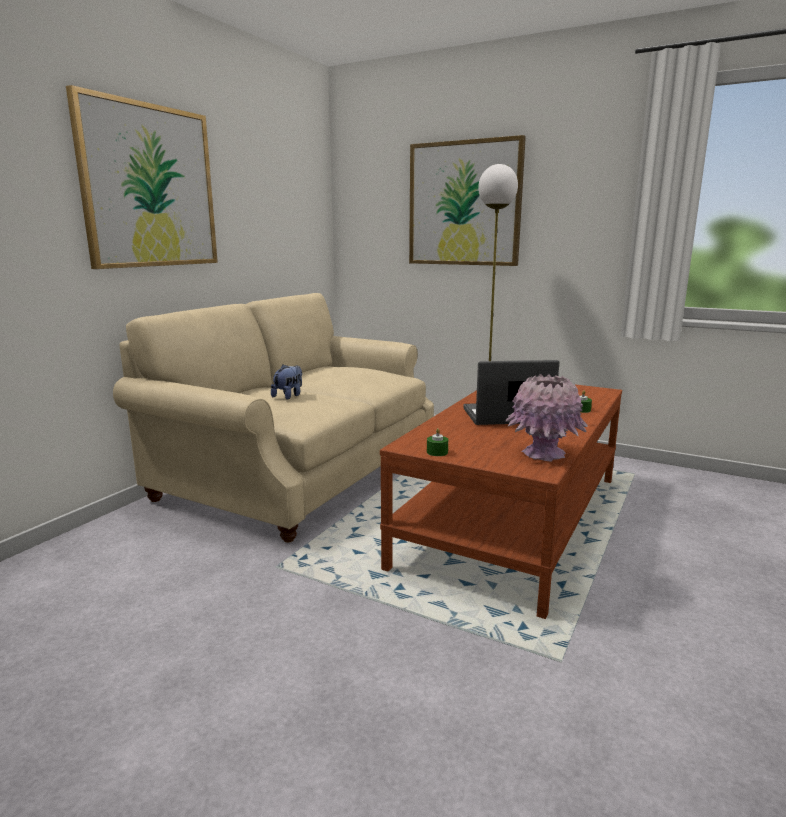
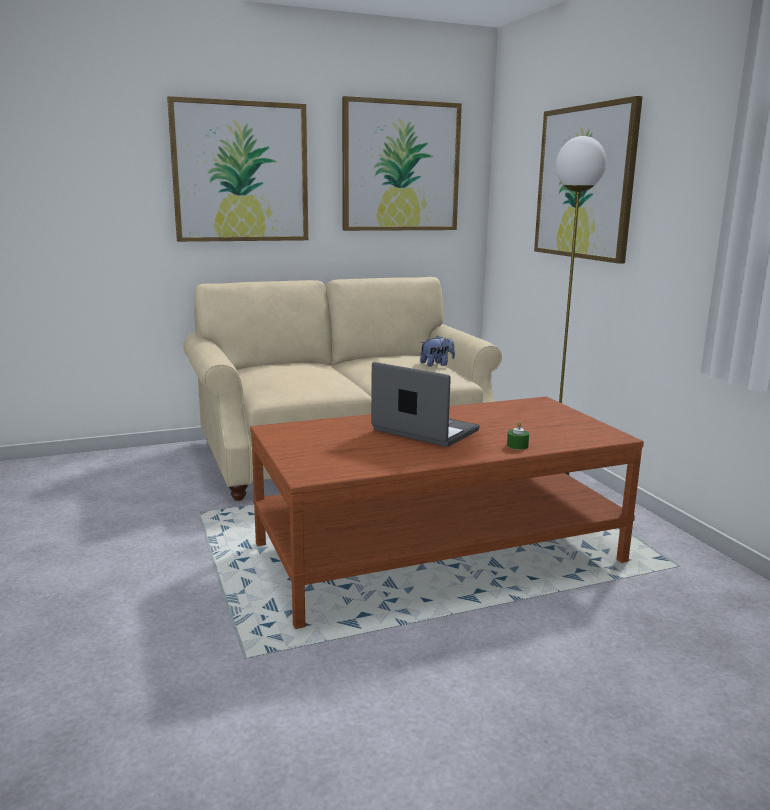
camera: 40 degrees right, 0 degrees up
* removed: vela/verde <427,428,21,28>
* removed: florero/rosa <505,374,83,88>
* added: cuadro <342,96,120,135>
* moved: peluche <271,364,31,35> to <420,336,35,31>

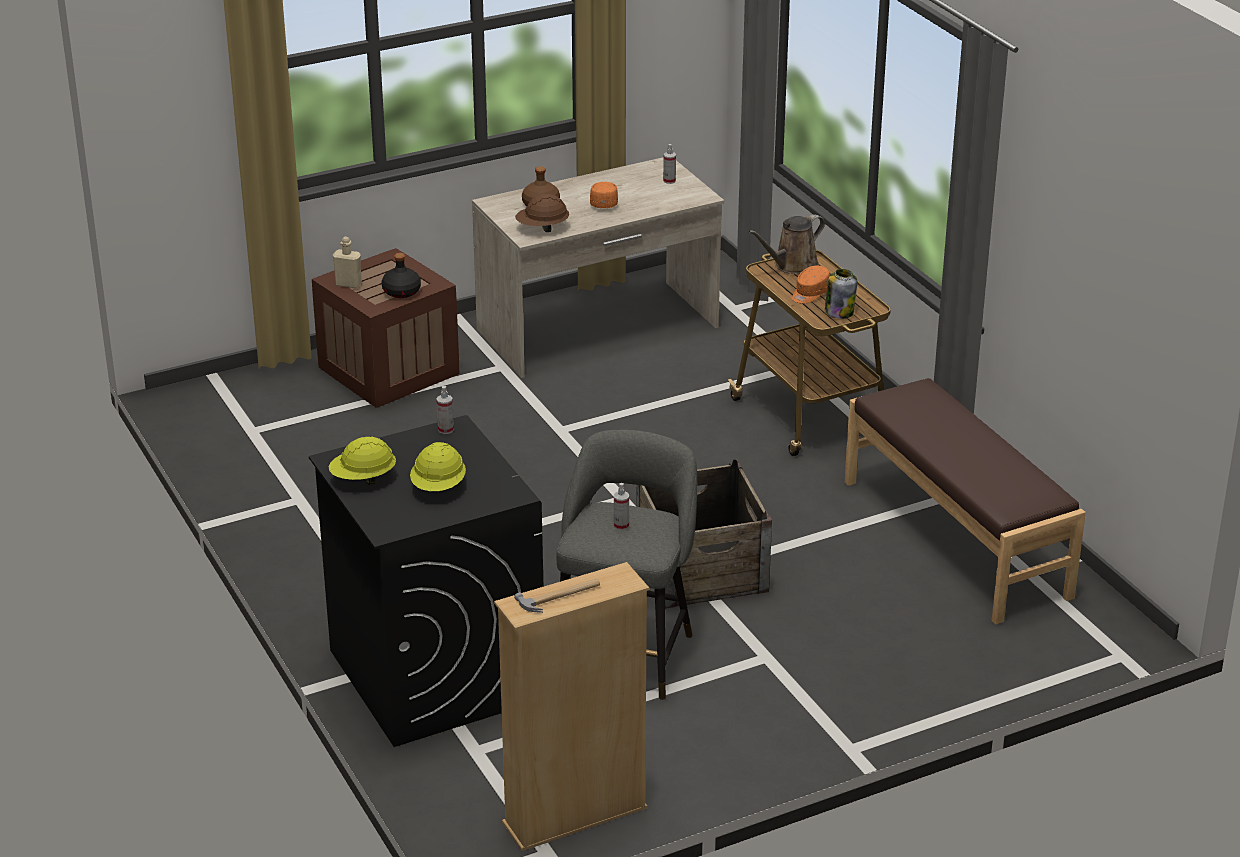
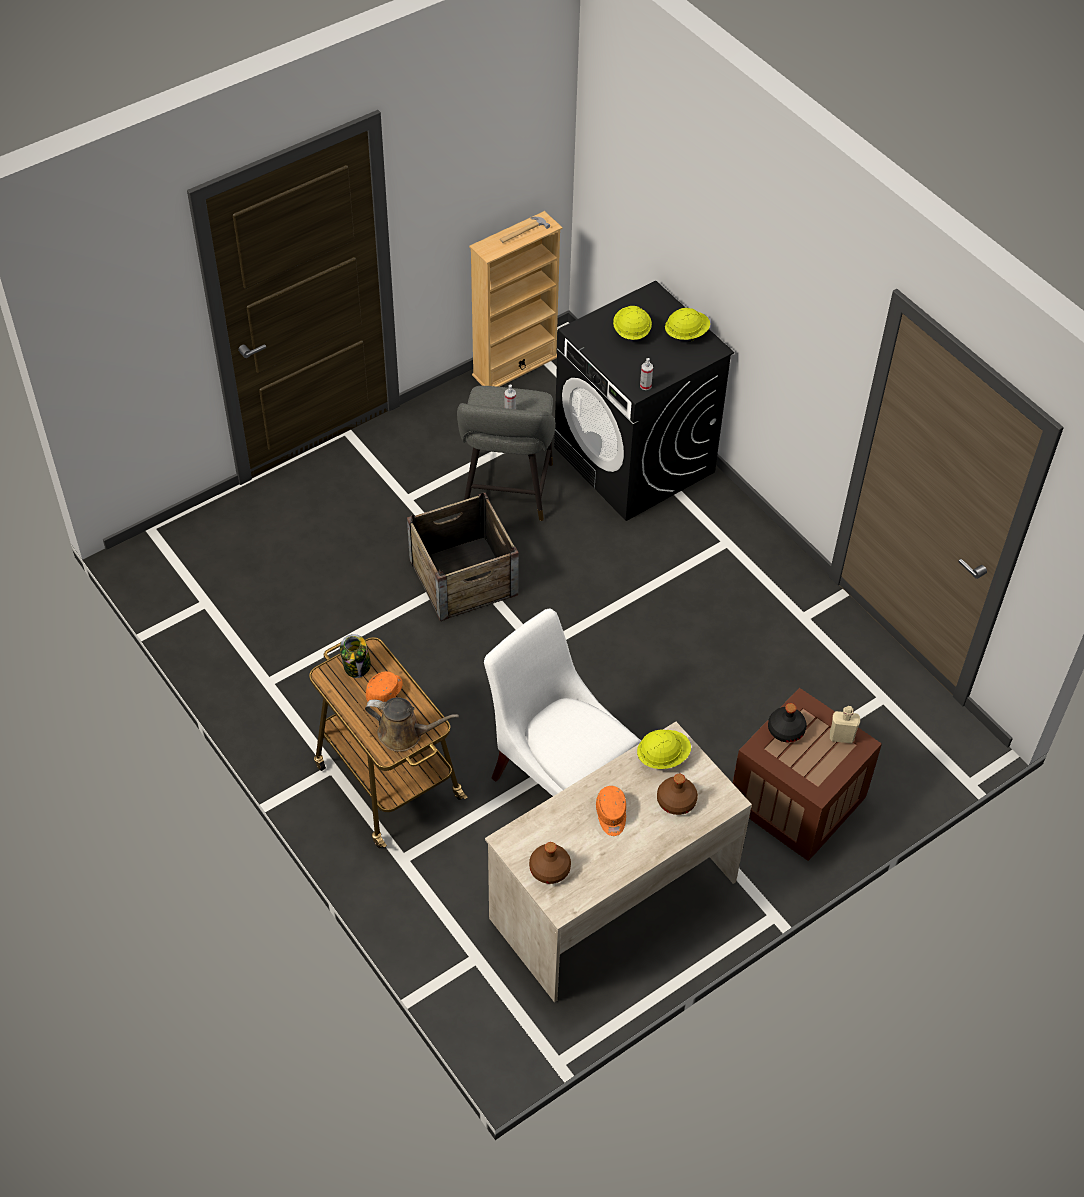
camera: 170 degrees right, 20 degrees up
* removed: banco/marrón <845,378,241,247>
* added: silla/blanco <484,608,157,188>
* replaced: pulverizador <663,144,13,40> to botella/marrón <529,842,42,42>
* recoloured: casco/marrón <515,194,54,38> to casco/amarillo <637,730,54,39>
* turned: regadera/marrón <748,214,77,60> = <365,697,94,55> 60 degrees clockwise

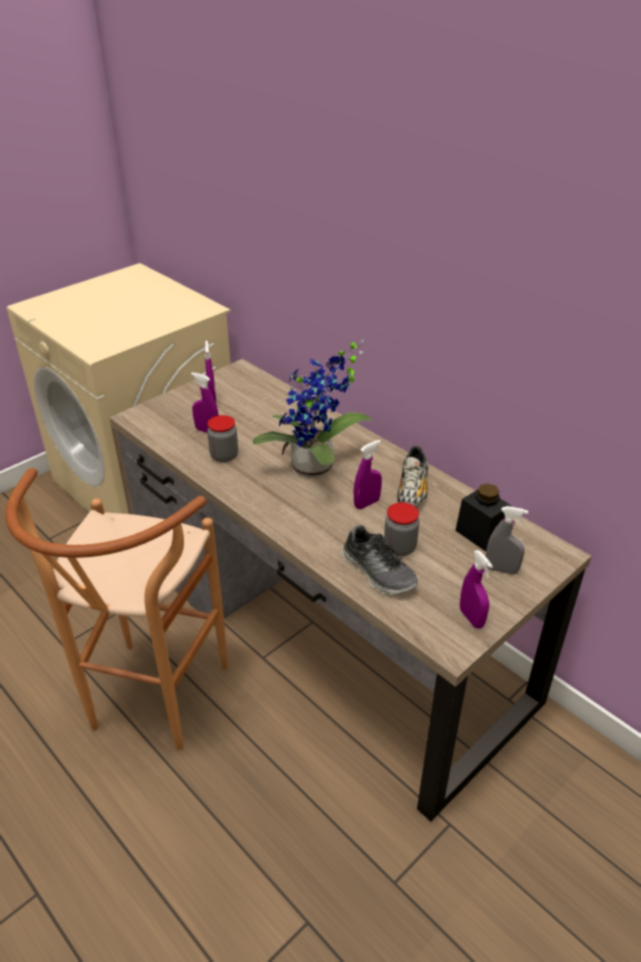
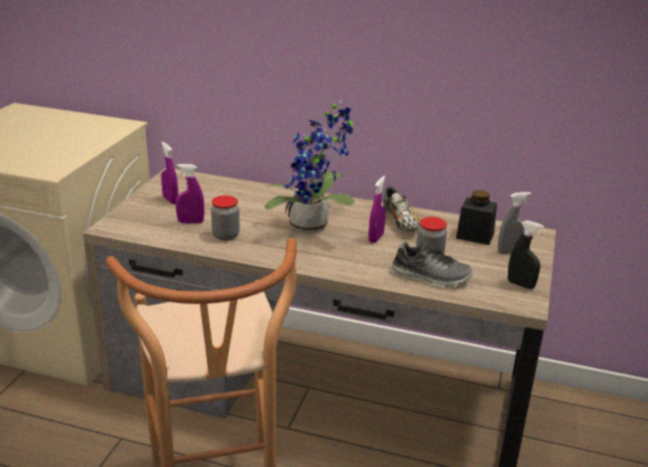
camera: 30 degrees left, 10 degrees down
* recoloured: pulverizador/morado <460,550,33,79> to pulverizador/negro <508,220,36,69>

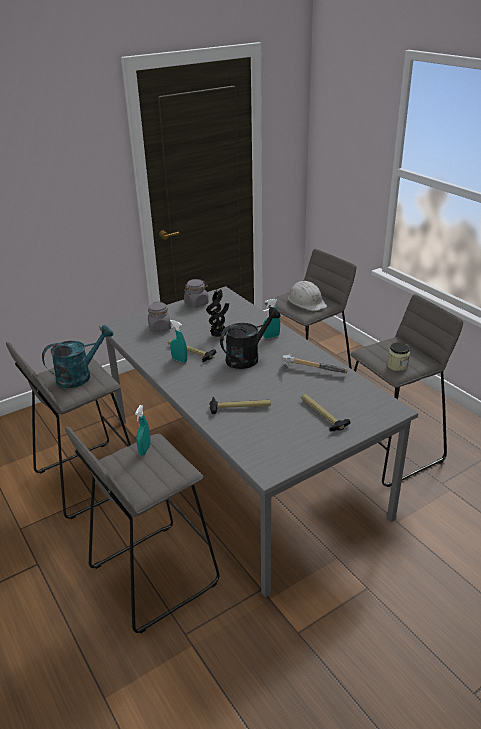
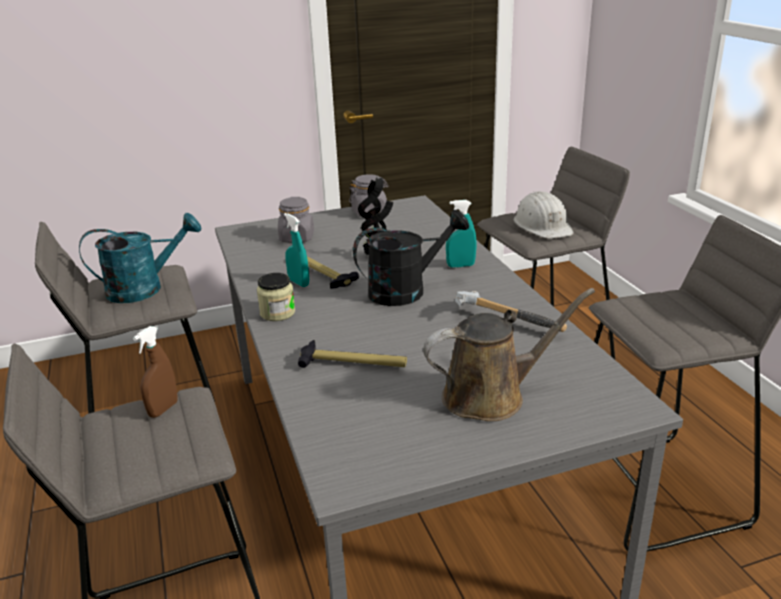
camera: 15 degrees right, 5 degrees down
* moved: tarro <387,343,23,28> to <257,273,38,48>
* replaced: martillo <301,394,50,38> to regadera/marrón <423,288,172,133>
* recoloured: pulverizador/turquesa <135,405,16,50> to pulverizador/marrón <133,326,44,92>

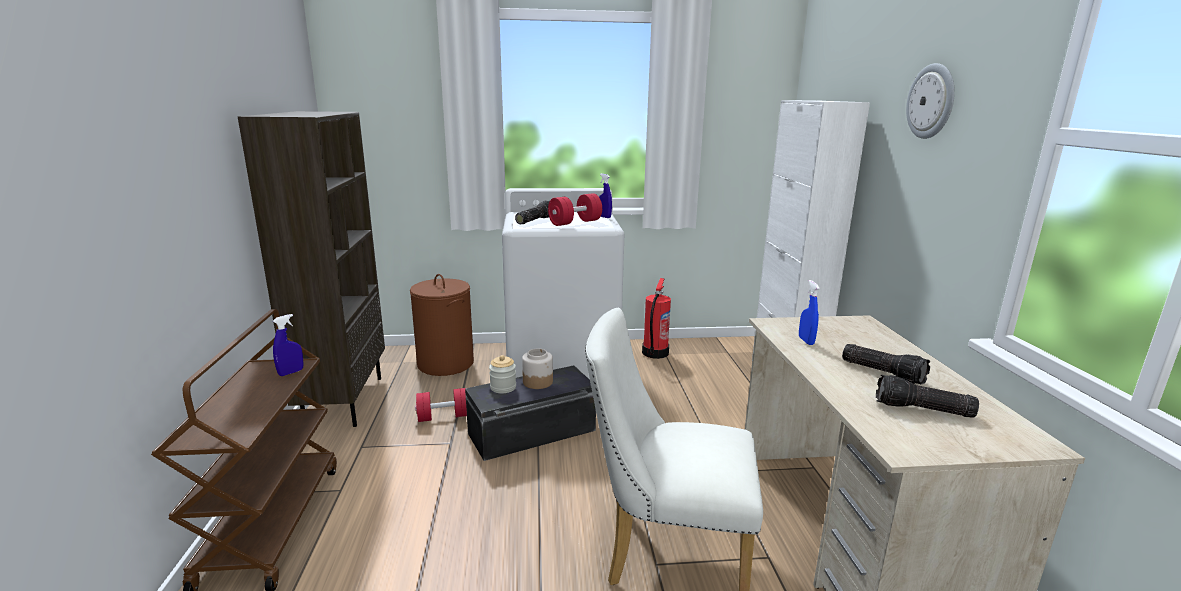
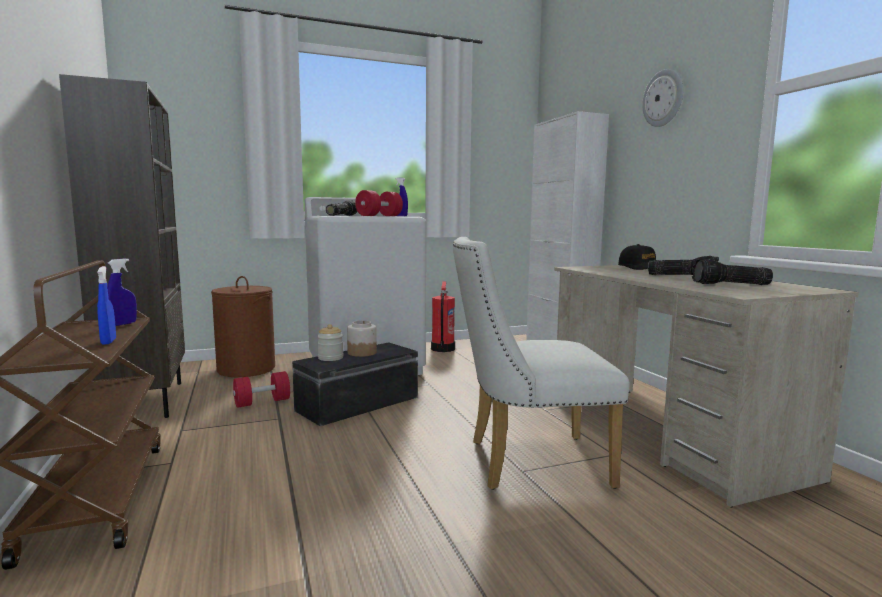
camera: 15 degrees left, 10 degrees down
* added: gorra/negro <618,244,38,26>
* moved: pulverizador/azul <799,280,21,65> to <97,266,19,79>

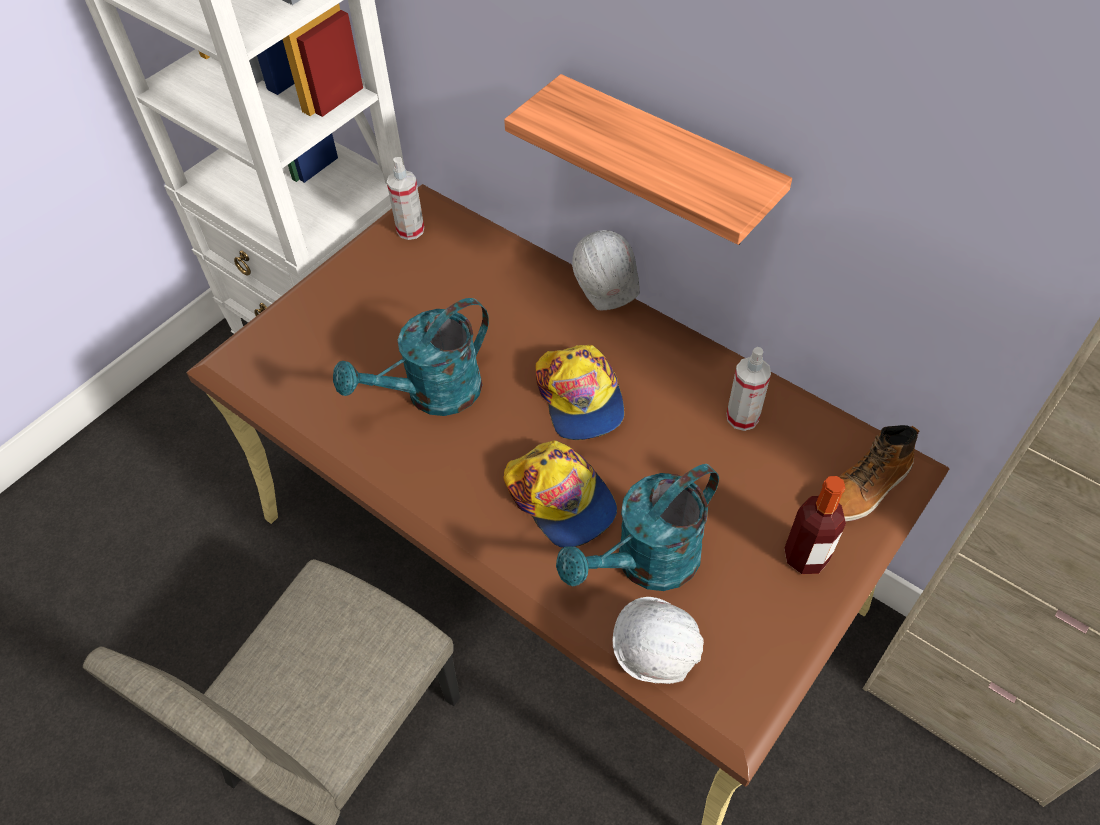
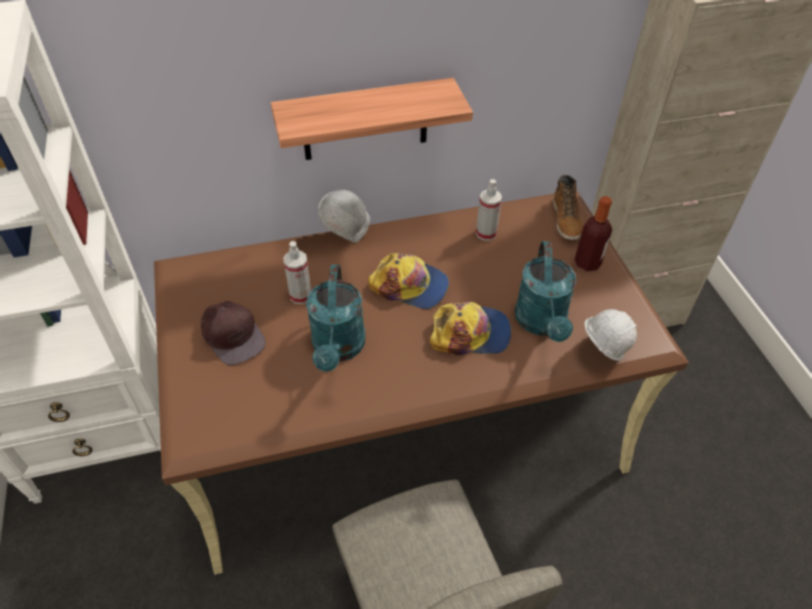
camera: 55 degrees left, 5 degrees down
* added: gorra/marrón <201,301,65,64>
* moved: pulverizador <387,157,37,83> to <283,241,28,63>

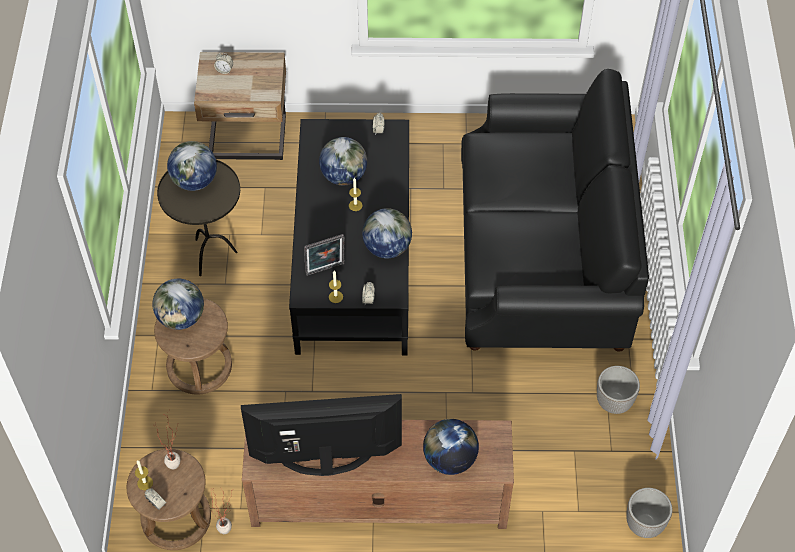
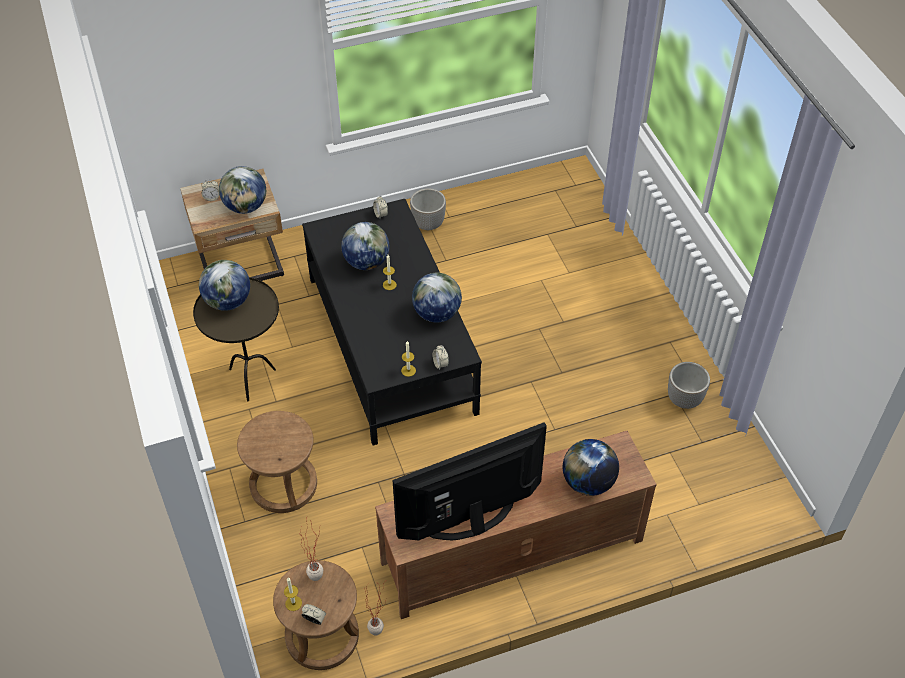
camera: 20 degrees left, 5 degrees down
* removed: portarretratos <304,234,40,42>
* removed: sofá/negro <461,69,188,283>
* moved: globo terráqueo <152,279,52,51> to <219,166,47,48>
* moved: maceta <626,488,46,50> to <410,188,36,42>

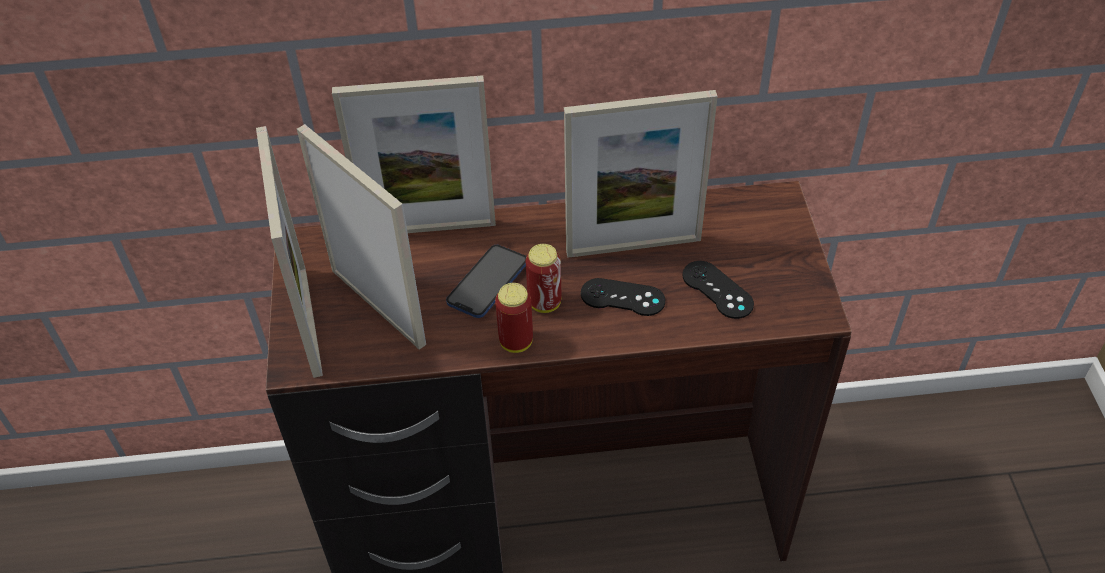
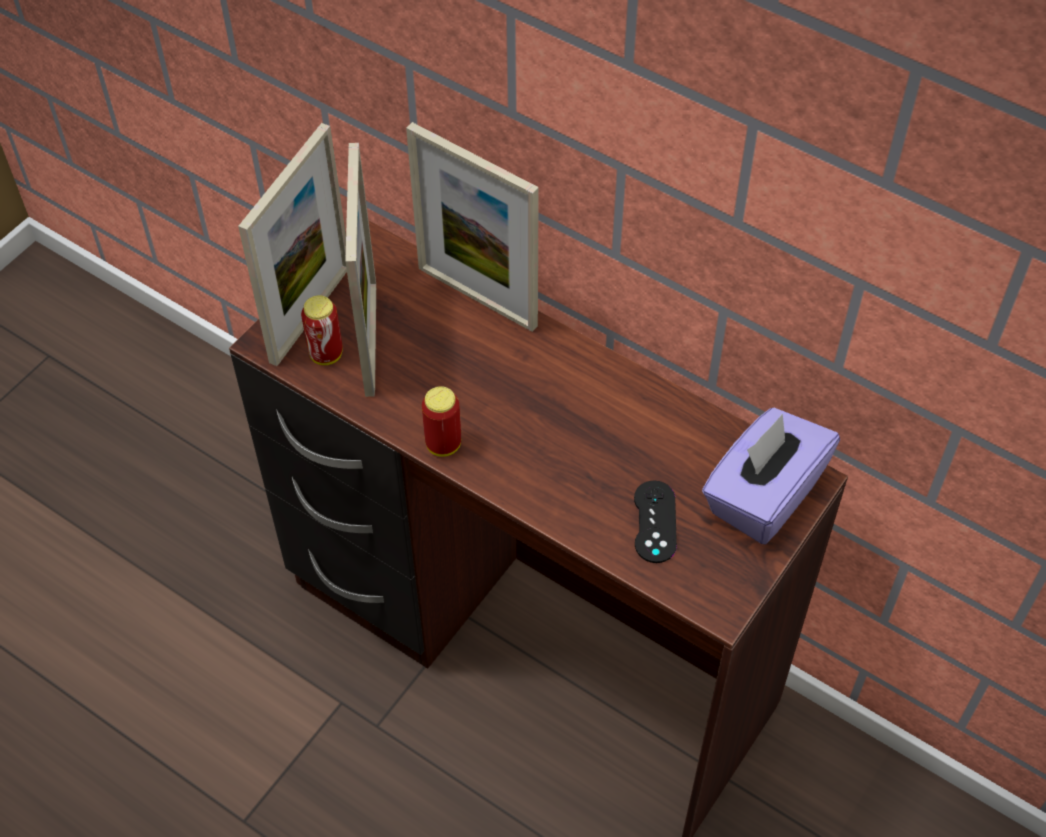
camera: 40 degrees right, 5 degrees up
* removed: móvil <446,245,81,73>
* removed: portarretratos <564,90,154,168>
* removed: mando de consola/negro <581,278,84,38>
* added: caja de pañuelos/morado <702,408,138,137>
* moved: lata <526,244,35,69> to <301,295,42,70>

